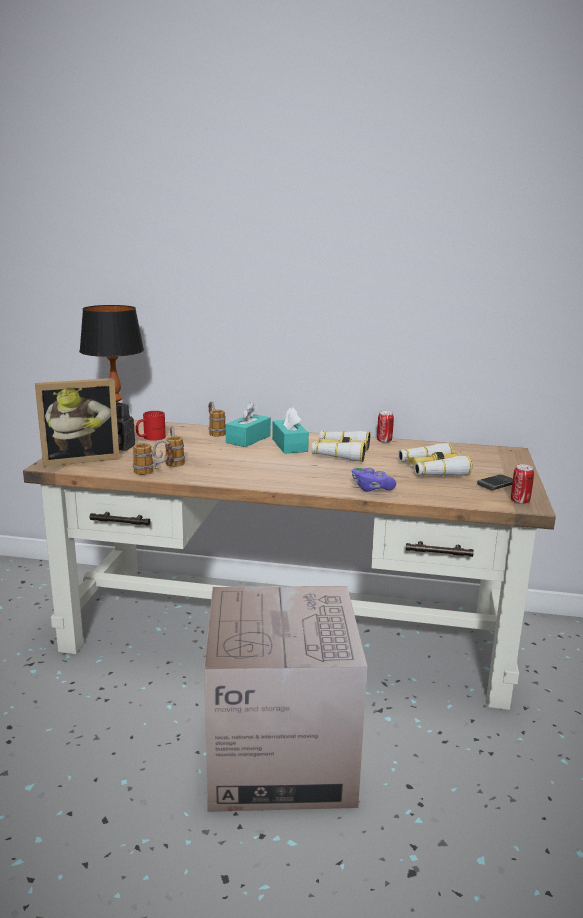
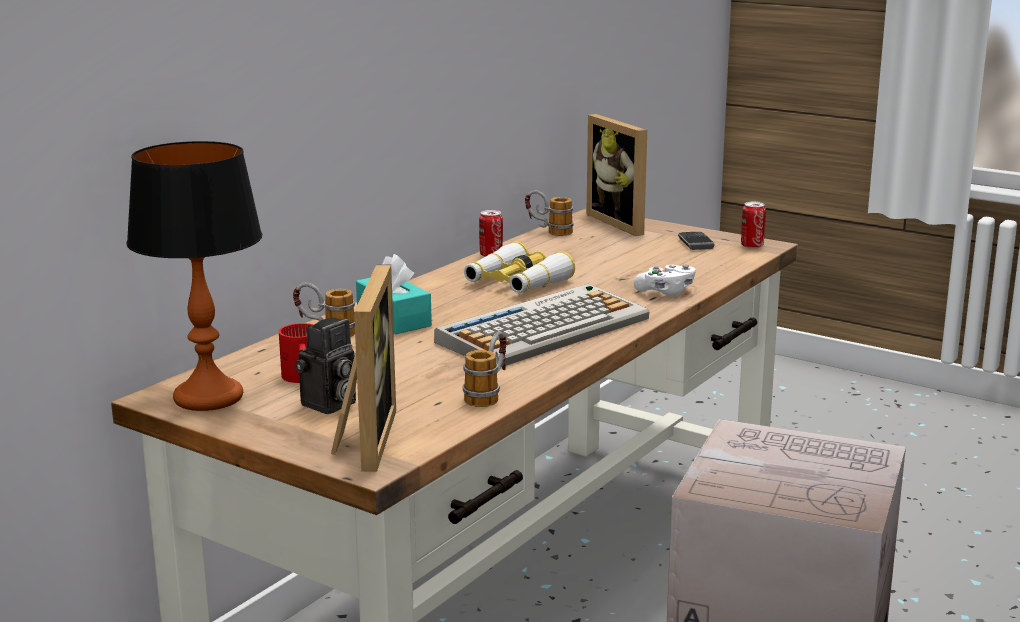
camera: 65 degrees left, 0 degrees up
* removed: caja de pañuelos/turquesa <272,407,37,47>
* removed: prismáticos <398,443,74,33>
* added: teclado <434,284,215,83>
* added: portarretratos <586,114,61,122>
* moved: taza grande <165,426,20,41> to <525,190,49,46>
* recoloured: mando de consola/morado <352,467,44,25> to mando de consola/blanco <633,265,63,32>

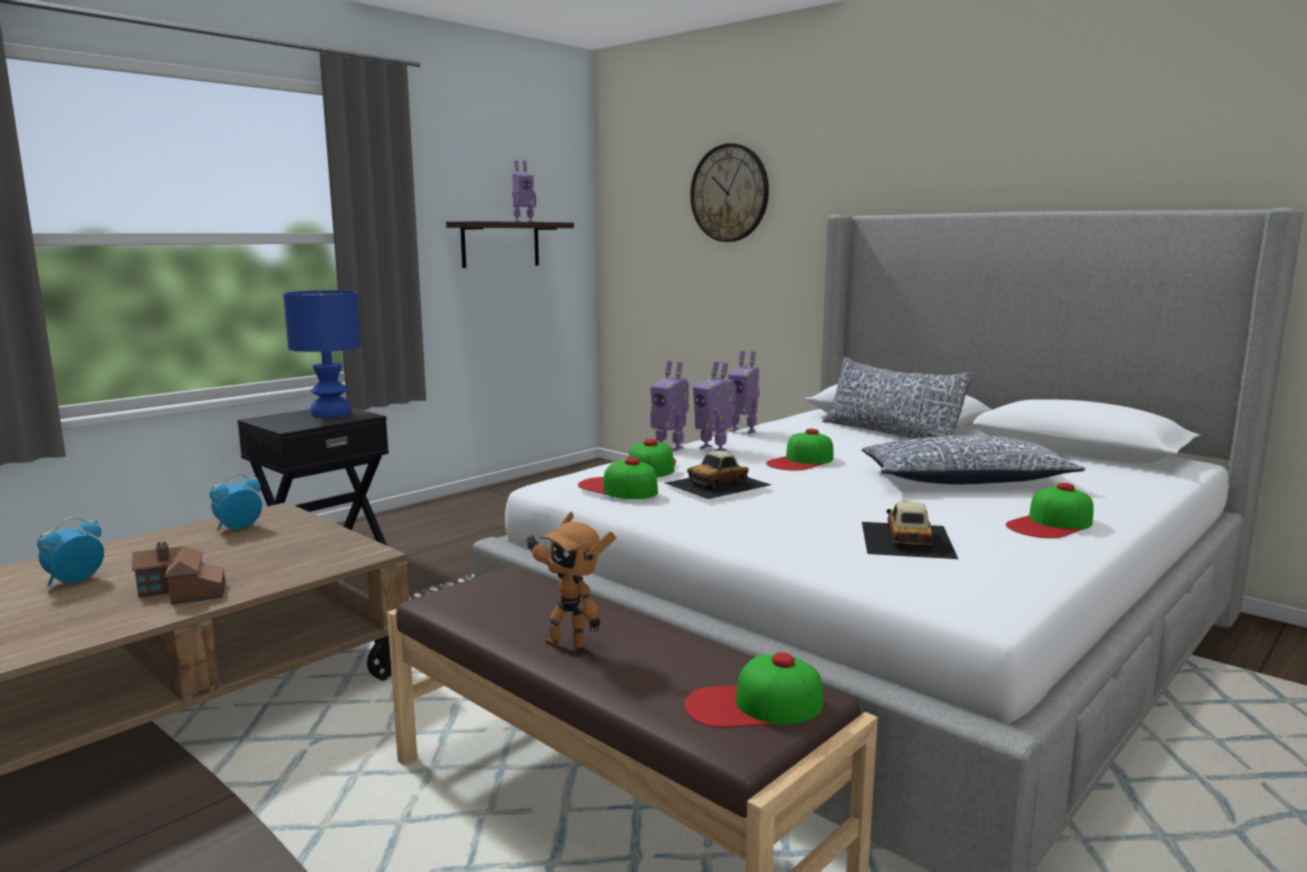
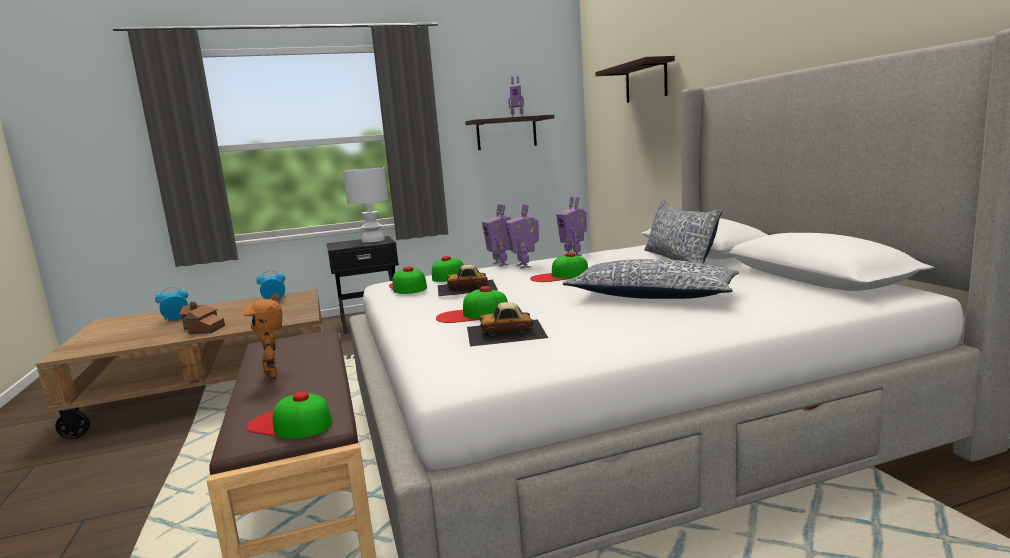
camera: 30 degrees right, 0 degrees up
* moved: gorra <1006,483,88,55> to <436,286,72,37>
* replaced: reloj de pared <690,143,79,99> to estante <595,56,80,47>
* recoloured: lámpara de mesa/azul <283,290,78,127> to lámpara de mesa/blanco <343,168,45,75>
* turned: coche de juguete <862,502,96,57> = <467,302,81,45> 135 degrees counterclockwise

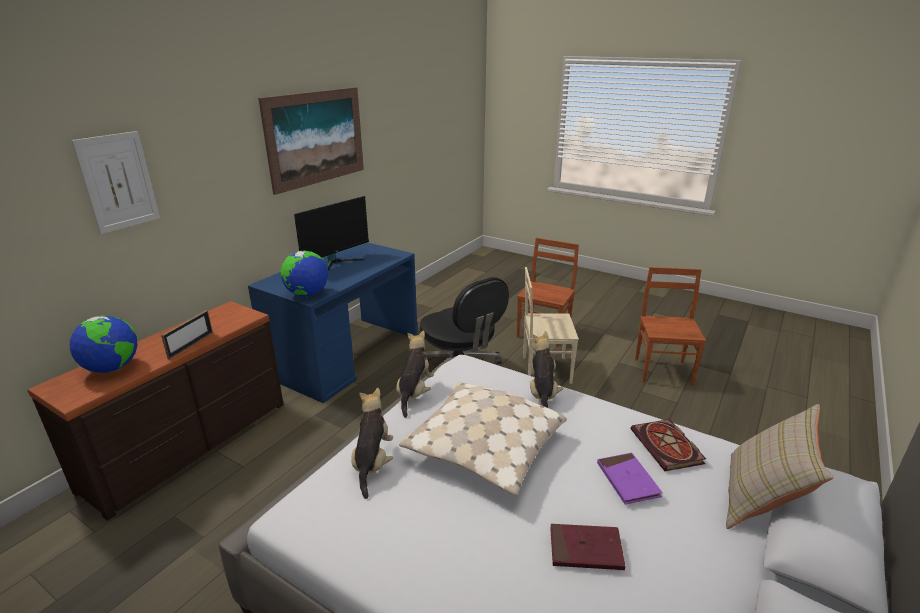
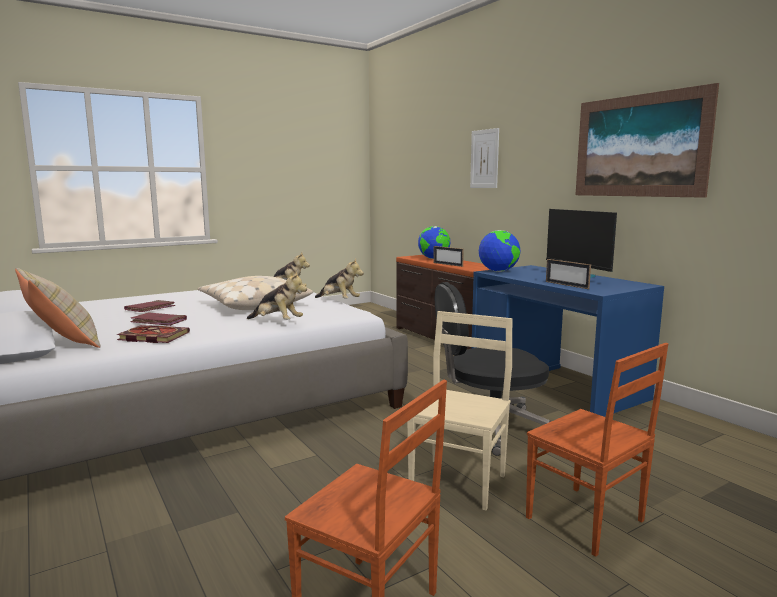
camera: 115 degrees right, 15 degrees down
* added: portarretratos <546,259,45,30>
* recoloured: libro/morado <597,453,66,52> to libro/rojo <130,312,57,14>

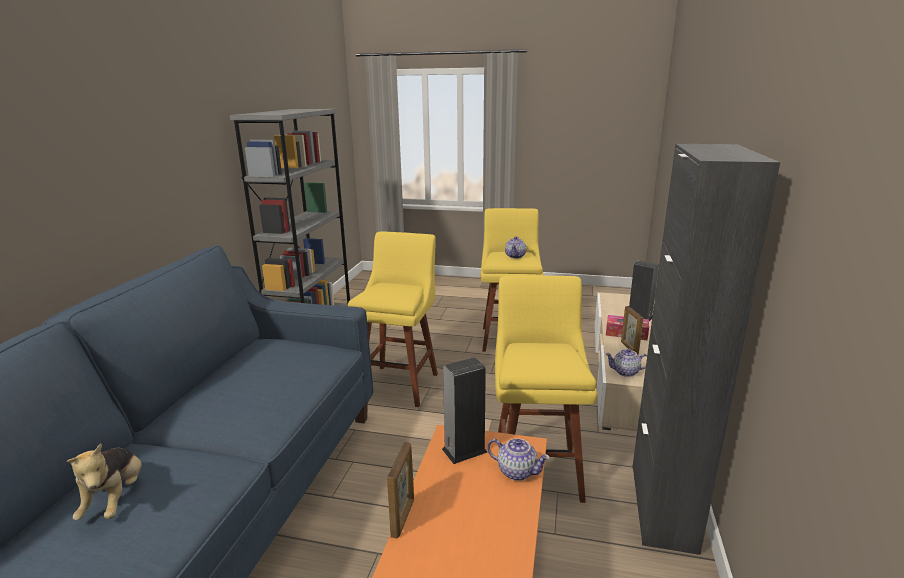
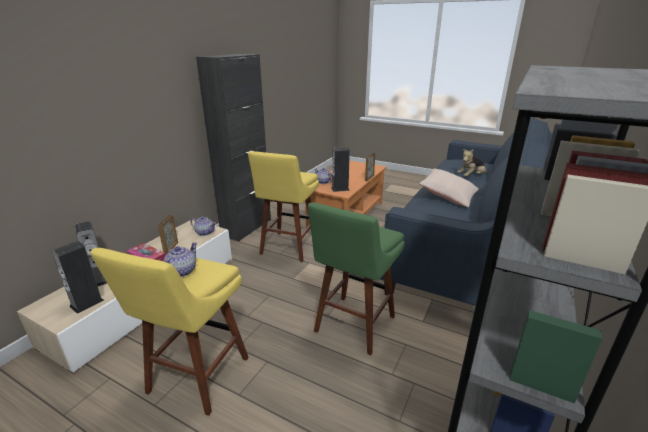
camera: 165 degrees left, 5 degrees up
* added: altavoz <52,241,52,73>
* added: cojín/beis <419,169,60,38>
* recoloured: taburete/amarillo <348,231,90,176> to taburete/verde <308,203,97,152>
* turned: peluche <67,444,75,76> = <457,149,30,28> 120 degrees counterclockwise

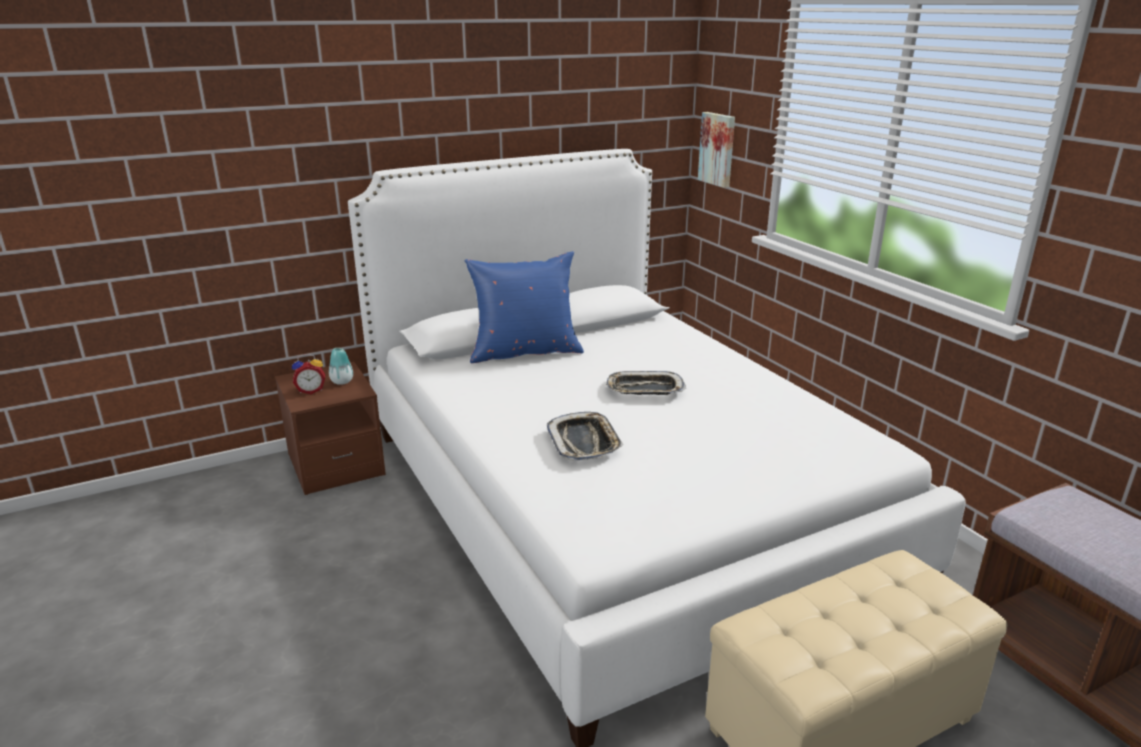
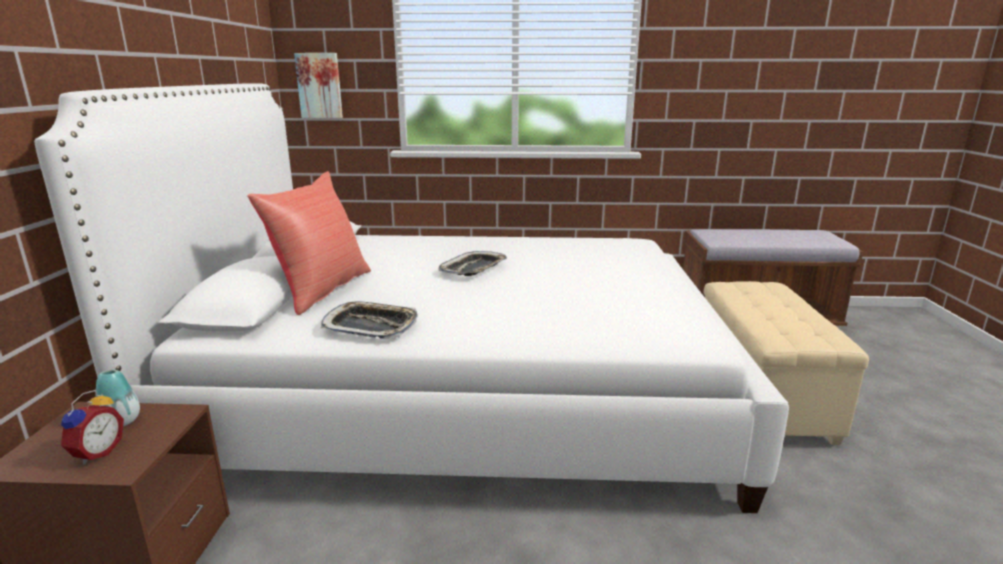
camera: 60 degrees left, 5 degrees down
* moved: bandeja <547,412,77,49> to <321,301,97,38>
* recoloured: cojín/azul <465,251,119,112> to cojín/rojo <248,171,123,144>

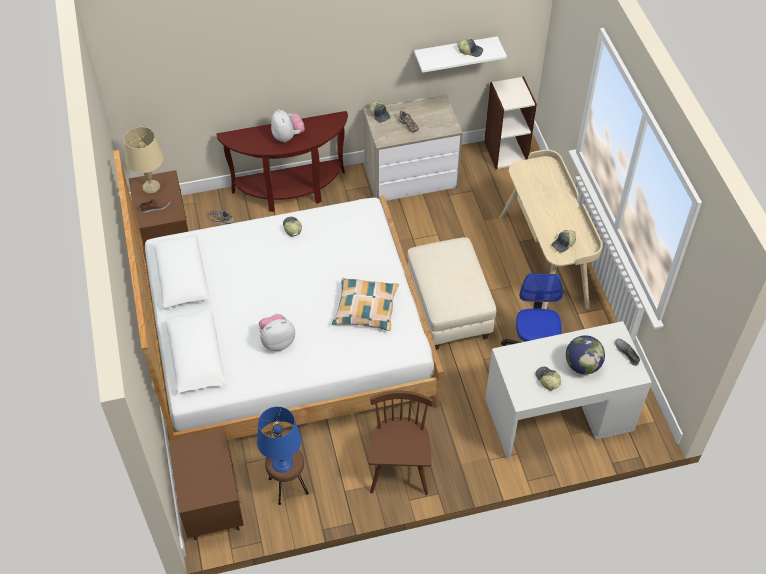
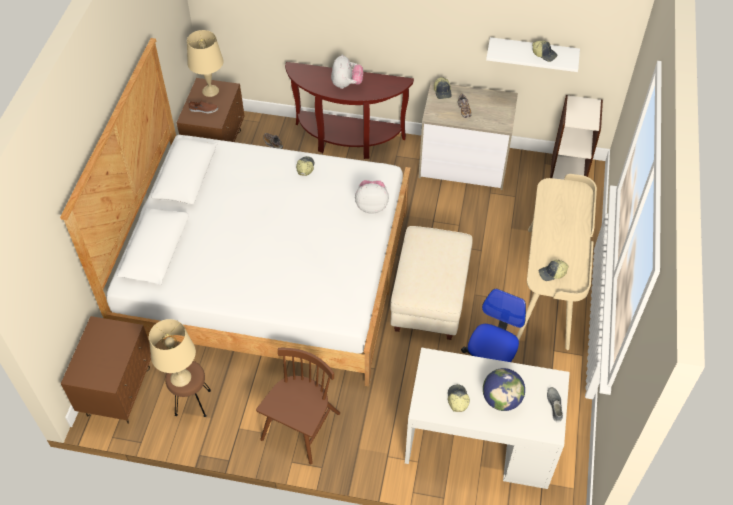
camera: 25 degrees right, 0 degrees up
* removed: cojín <332,278,67,53>
* moved: peluche <259,314,36,37> to <355,180,34,34>
* recoloured: lámpara de mesa/azul <257,407,44,66> to lámpara de mesa/beis <149,319,47,68>

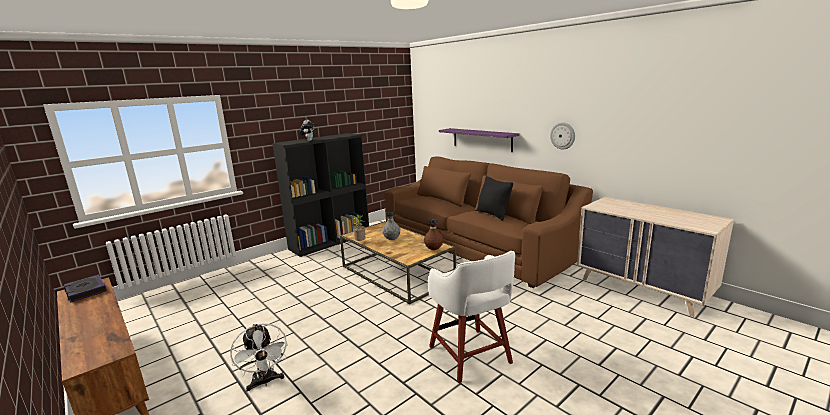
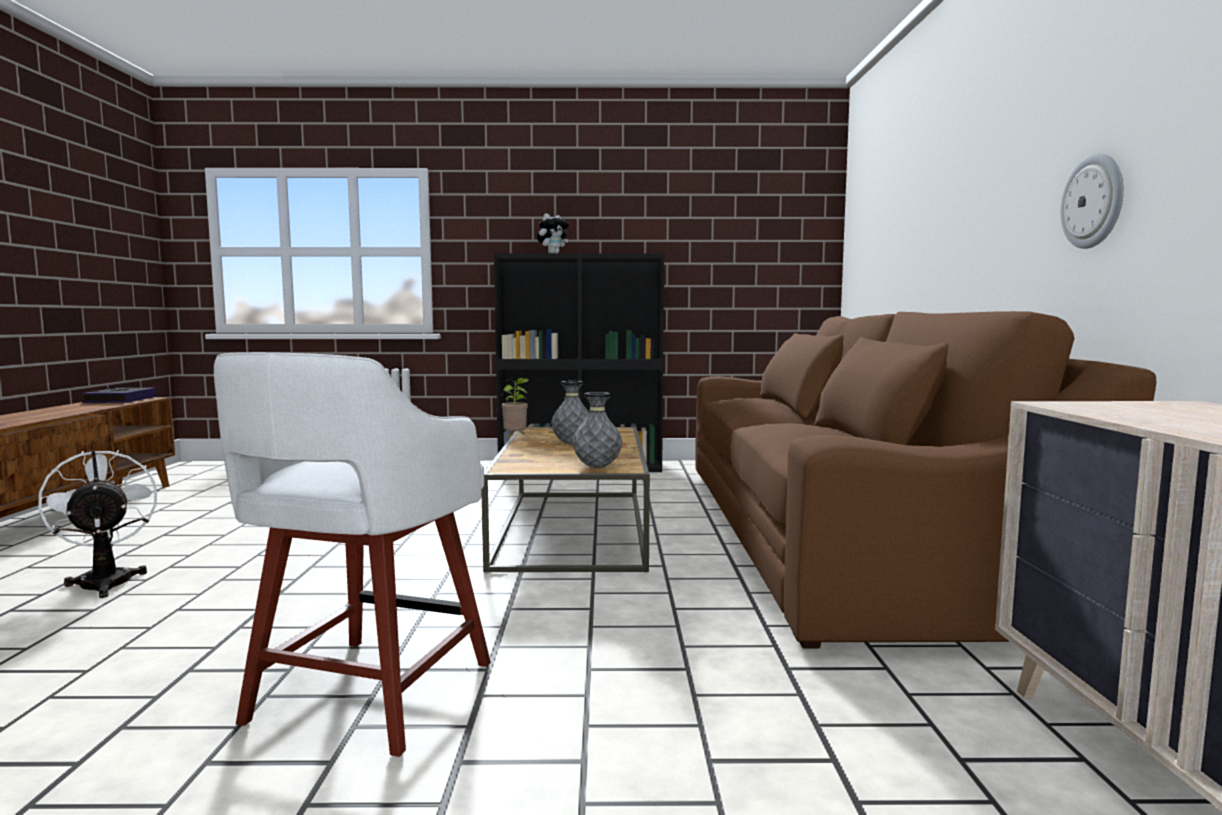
camera: 40 degrees right, 10 degrees down
* removed: estante/morado <439,128,80,24>
* removed: cojín/negro <477,176,36,44>
* recoloured: florero/marrón <424,220,20,30> to florero/gris <573,392,49,76>
* turned: ventilador/blanco <230,323,58,68> = <38,450,119,148> 135 degrees clockwise

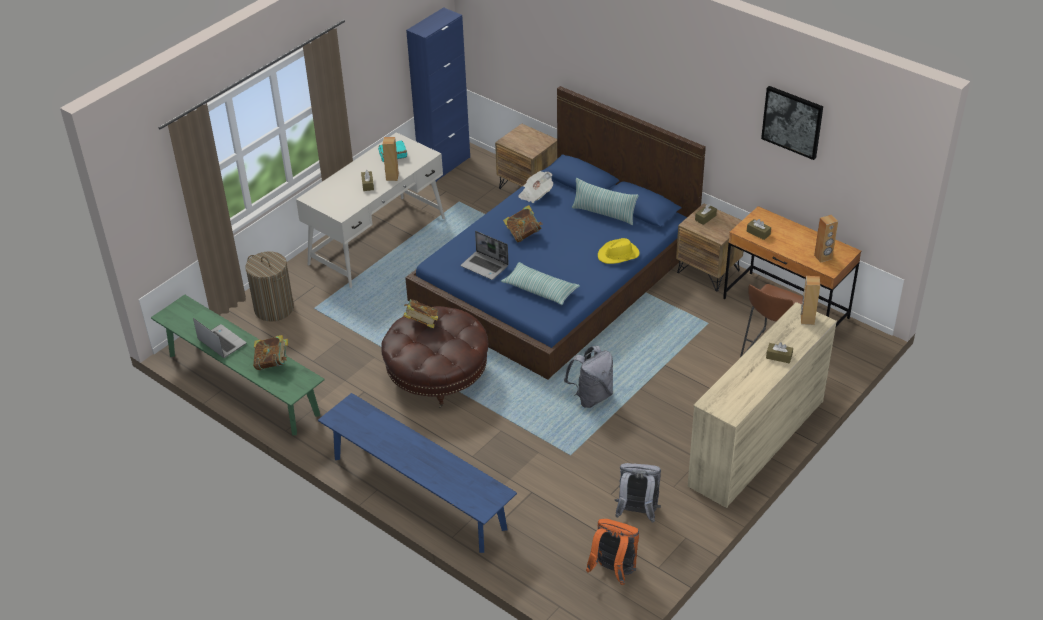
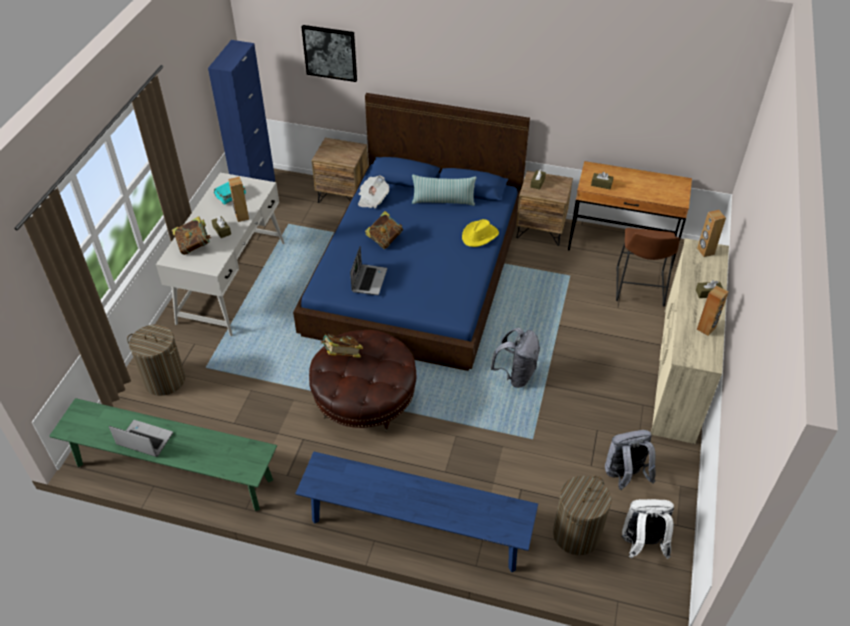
camera: 25 degrees left, 5 degrees up
* removed: cojín <501,262,79,43>
* added: cesto de la ropa <553,476,58,79>
* moved: libro <253,335,35,35> to <172,216,39,39>
* moved: cuadro <761,86,62,74> to <302,25,55,57>
* moved: altavoz/marrón <814,215,24,47> to <697,285,31,51>
* recoloured: mochila/naranja <586,519,53,66> to mochila/blanco <621,499,53,60>
* turned: portátil <461,231,48,49> = <350,246,37,49> 90 degrees counterclockwise

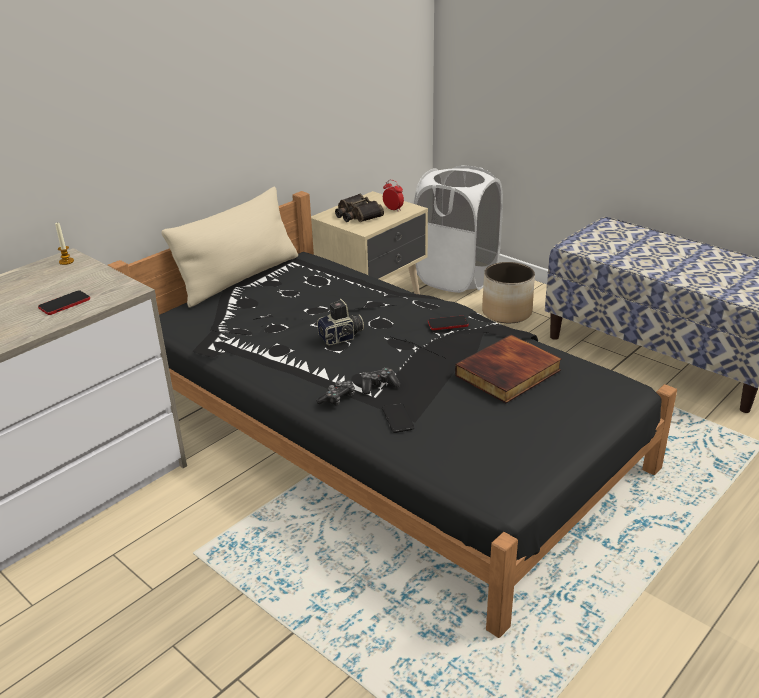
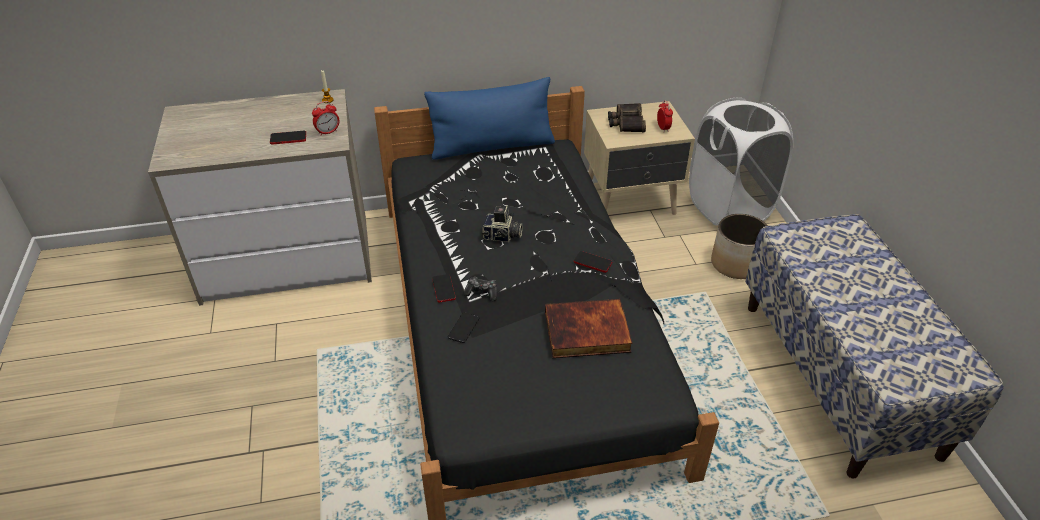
camera: 35 degrees right, 10 degrees up
* added: despertador <312,101,28,35>
* replaced: mando de consola <316,380,39,26> to móvil <432,274,24,29>
* recoloured: cojín/beis <161,186,137,122> to cojín/azul <424,77,131,83>

